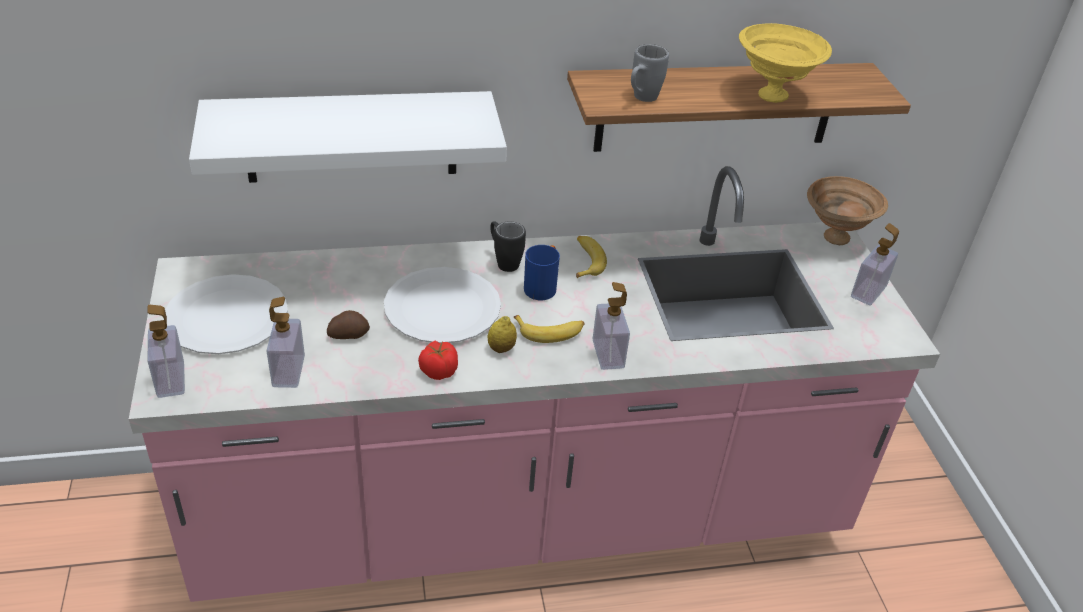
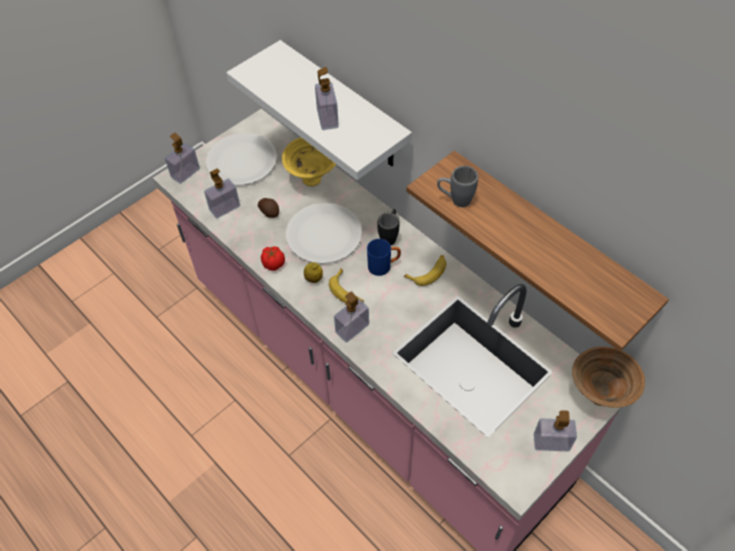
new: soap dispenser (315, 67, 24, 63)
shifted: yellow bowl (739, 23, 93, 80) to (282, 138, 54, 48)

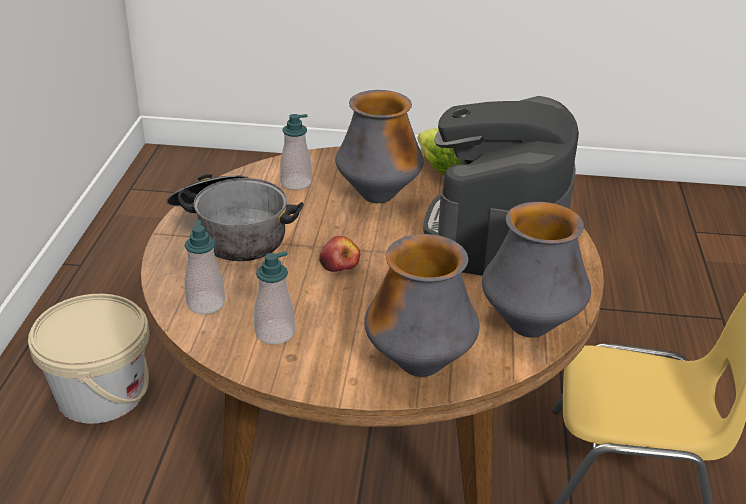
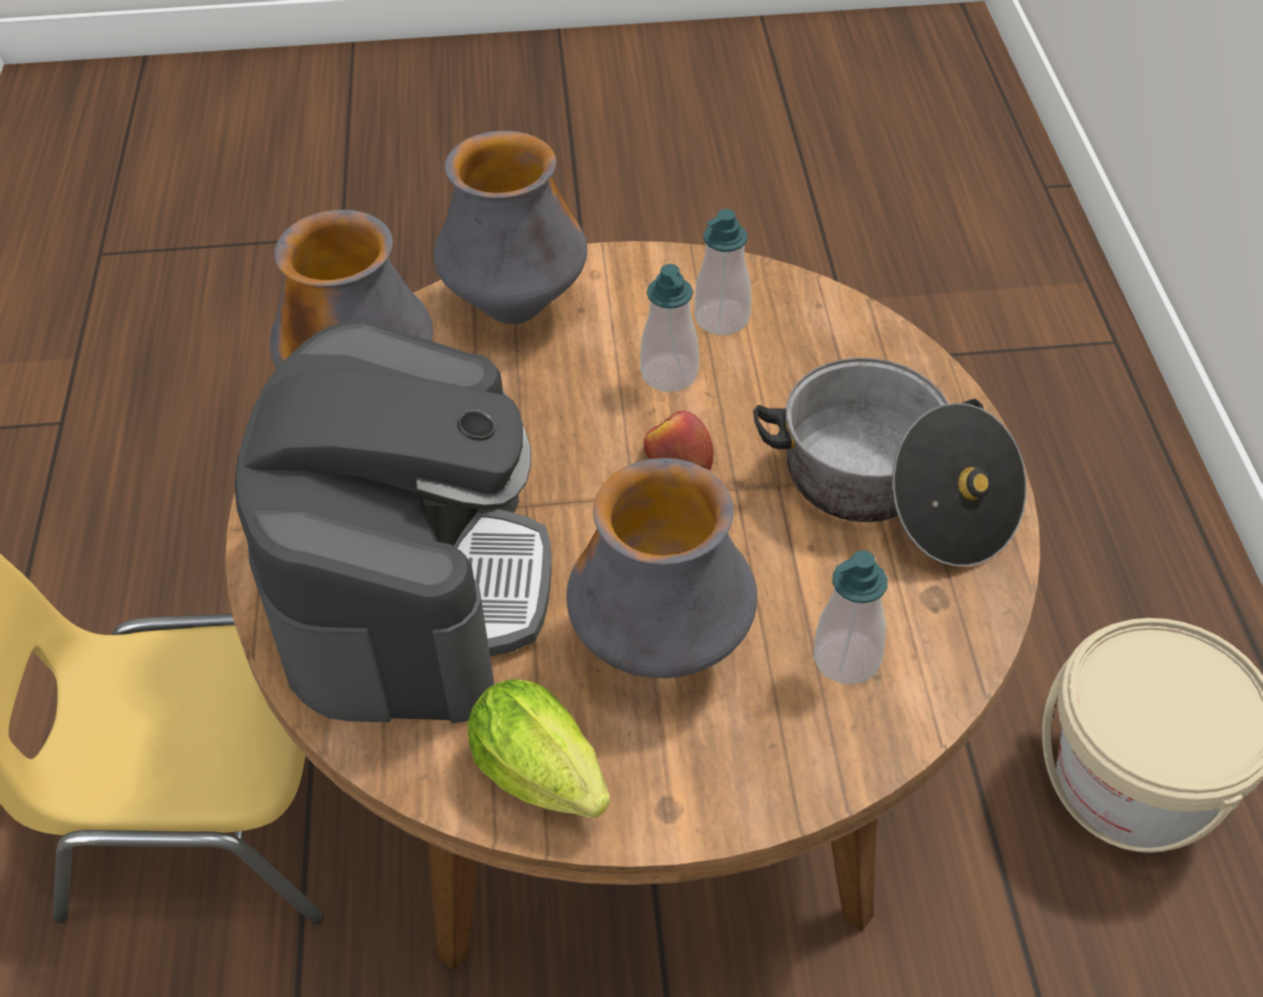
shifted: soap dispenser (184, 220, 41, 94) to (640, 264, 59, 128)

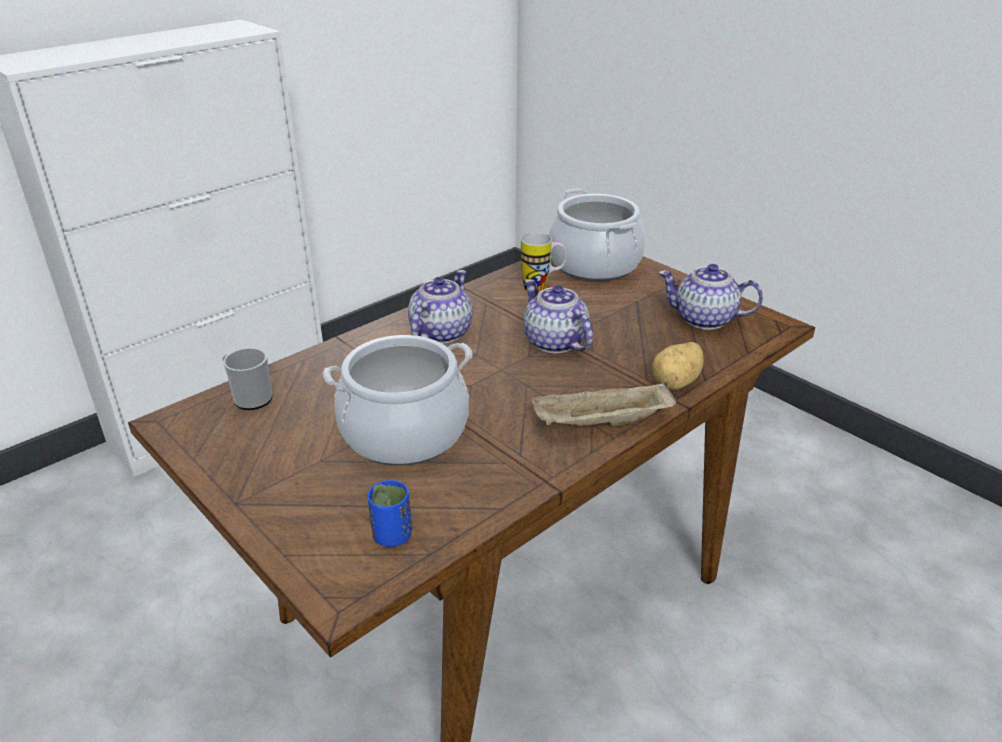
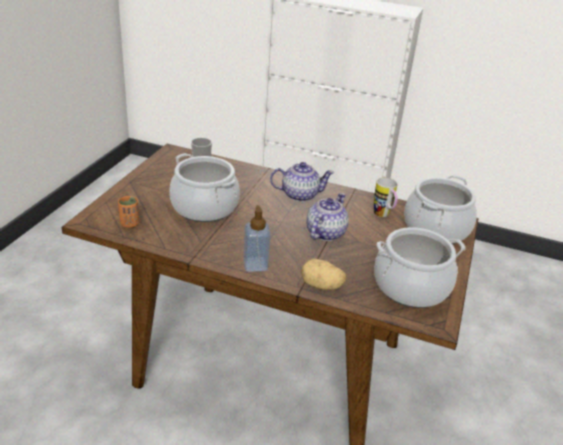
swapped: teapot (658, 264, 105, 66) to cooking pot (374, 227, 91, 81); beige tray (531, 381, 145, 47) to soap dispenser (243, 205, 28, 67)
repainted: blue cup (367, 480, 45, 67) to orange cup (118, 196, 22, 32)

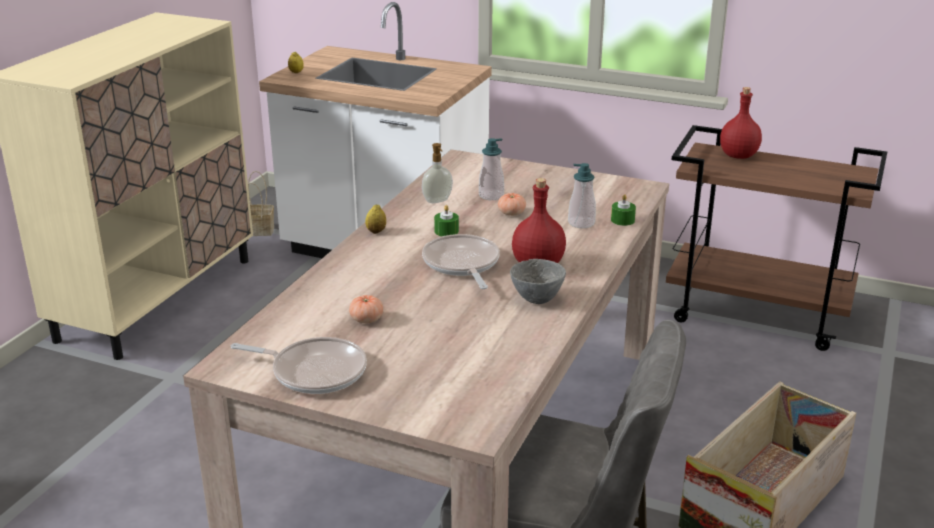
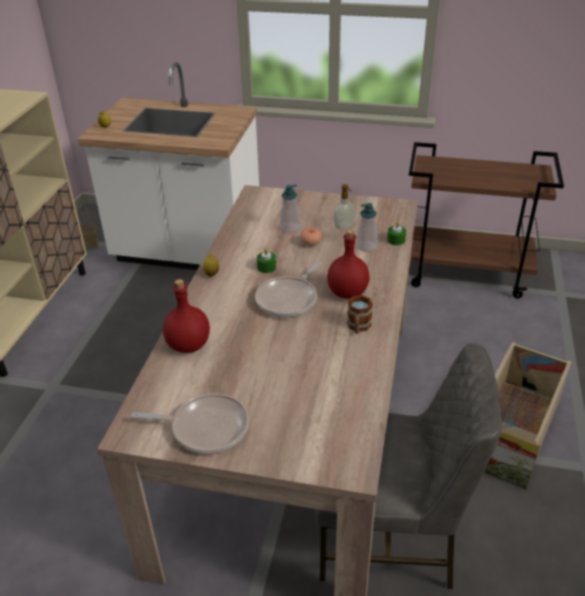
gone: tomato (349, 295, 34, 28)
shifted: red bottle (720, 87, 42, 72) to (163, 279, 47, 74); soap dispenser (422, 143, 31, 60) to (333, 184, 22, 46)
swapped: grey bowl (510, 259, 56, 45) to mug (347, 295, 26, 39)
rotated: frying pan (422, 234, 78, 55) = (255, 262, 67, 55) 120 degrees counterclockwise

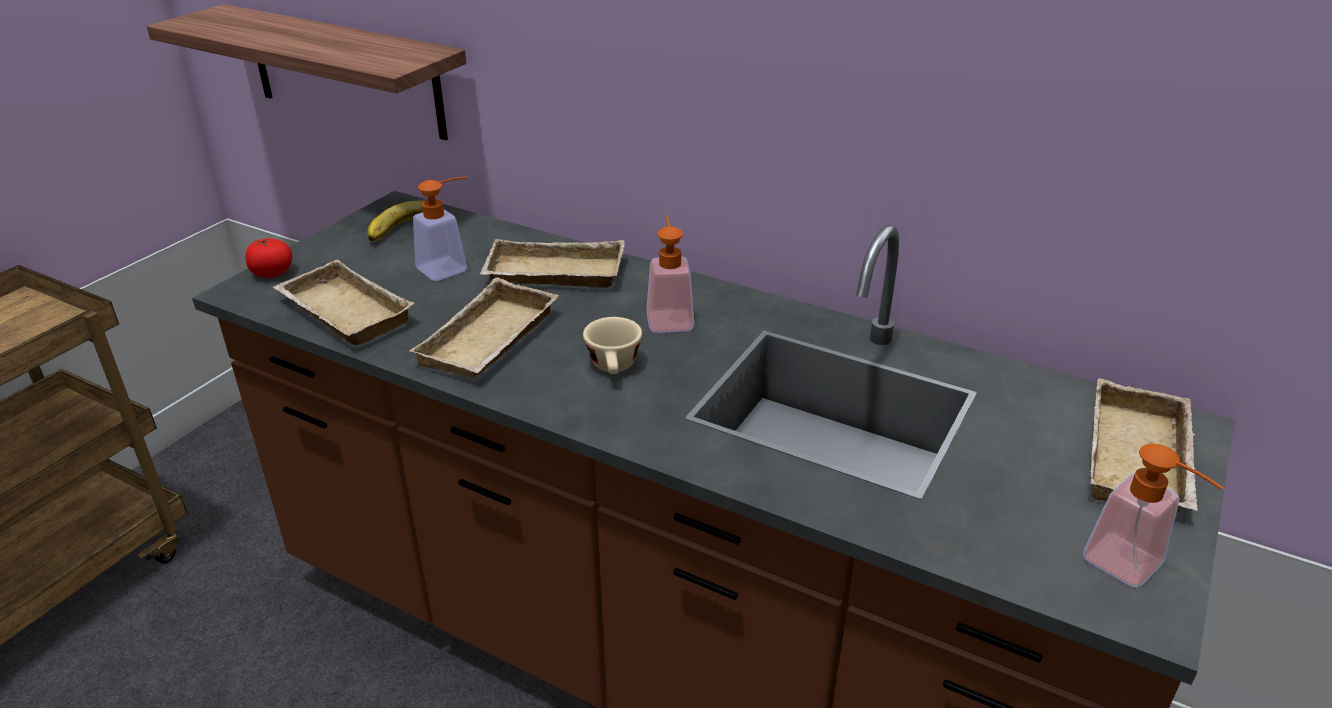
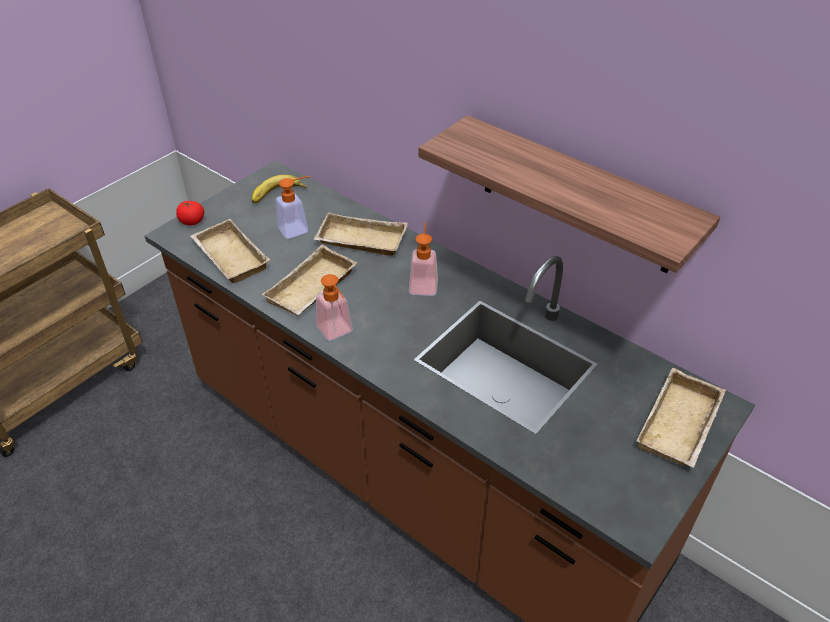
gone: beige cup (583, 317, 59, 57)
shifted: shelf (146, 4, 320, 136) to (419, 115, 301, 158); soap dispenser (1083, 444, 141, 144) to (316, 274, 37, 67)

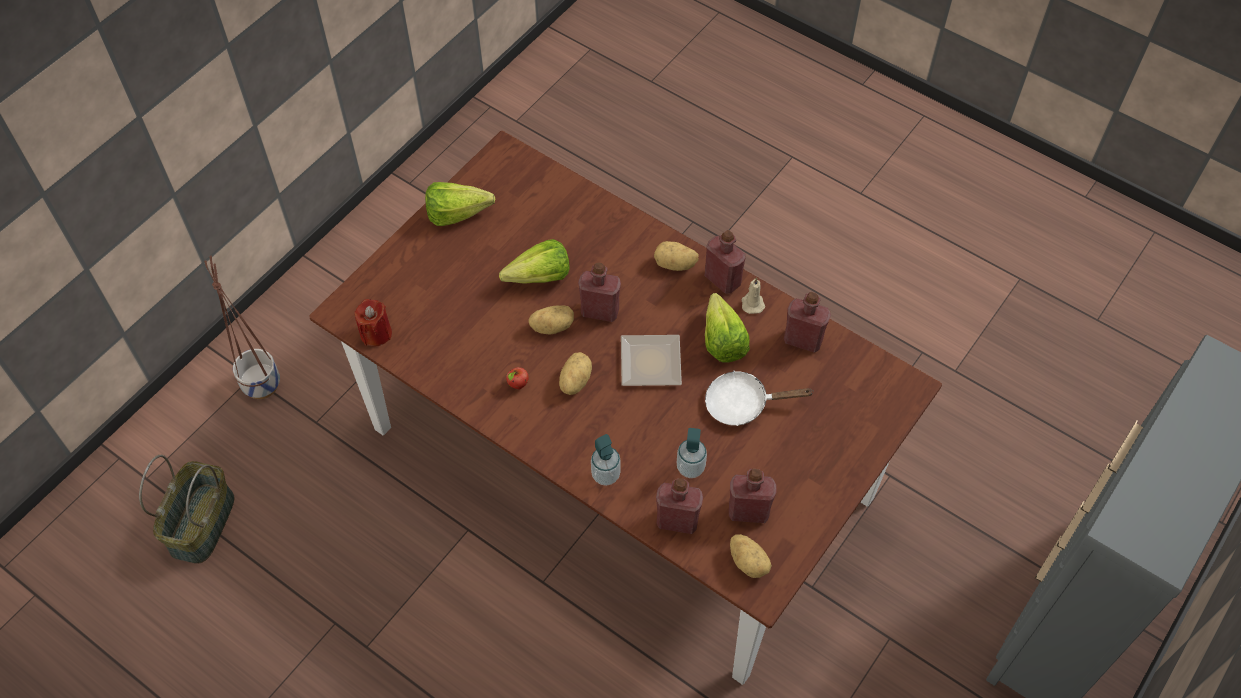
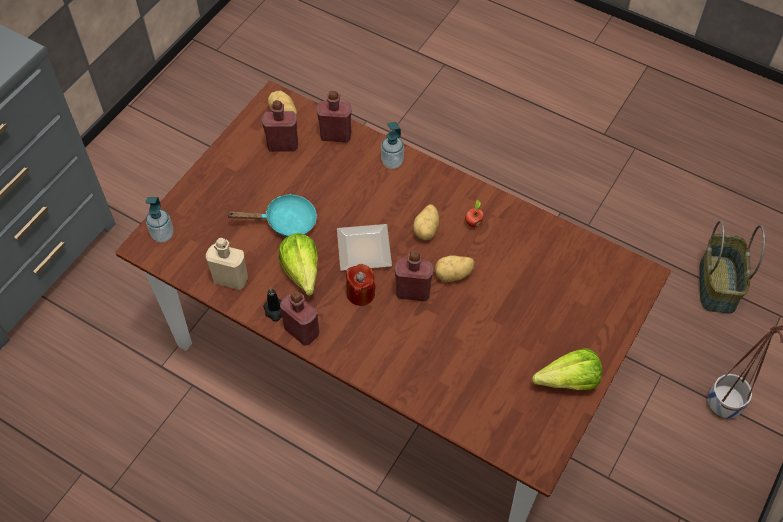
gone: lettuce (499, 239, 70, 45); potato (654, 241, 44, 30)
shifted: red candle (354, 299, 38, 48) to (346, 264, 30, 42); soap dispenser (677, 428, 30, 50) to (146, 197, 27, 45)
repainted: beige candle (741, 277, 24, 37) to black candle (263, 288, 19, 34); red bottle (784, 292, 47, 61) to beige bottle (206, 238, 42, 52); white frying pan (705, 371, 109, 55) to turquoise frying pan (226, 194, 91, 43)

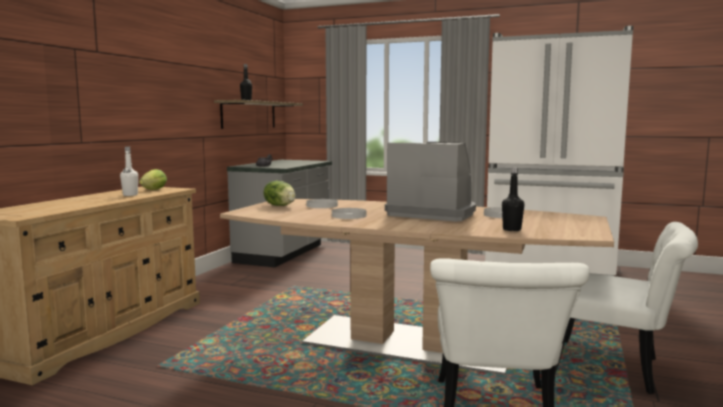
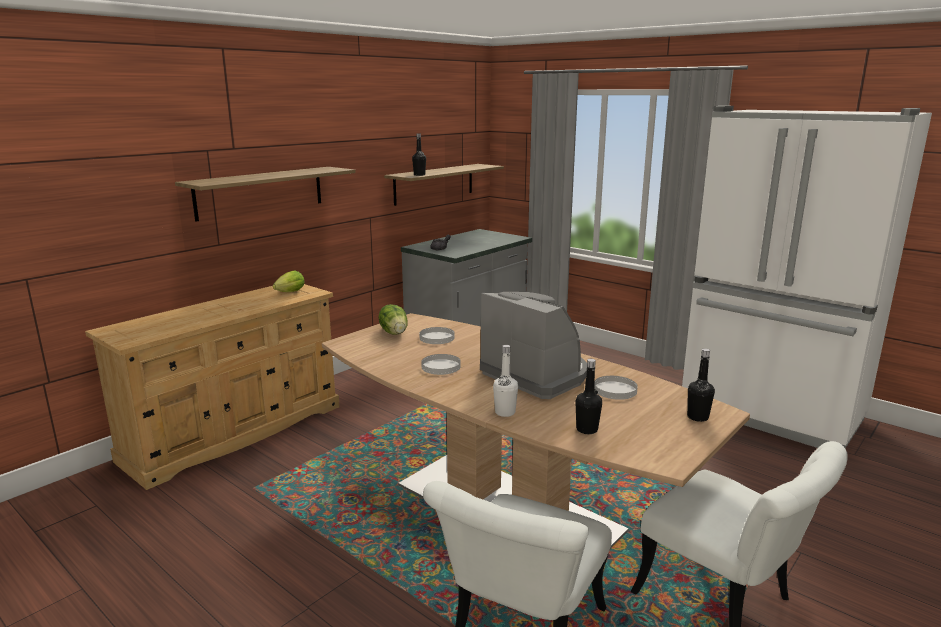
new: shelf (175, 167, 181, 54); black bottle (687, 348, 28, 74)
shifted: white bottle (120, 146, 18, 50) to (493, 345, 25, 72)

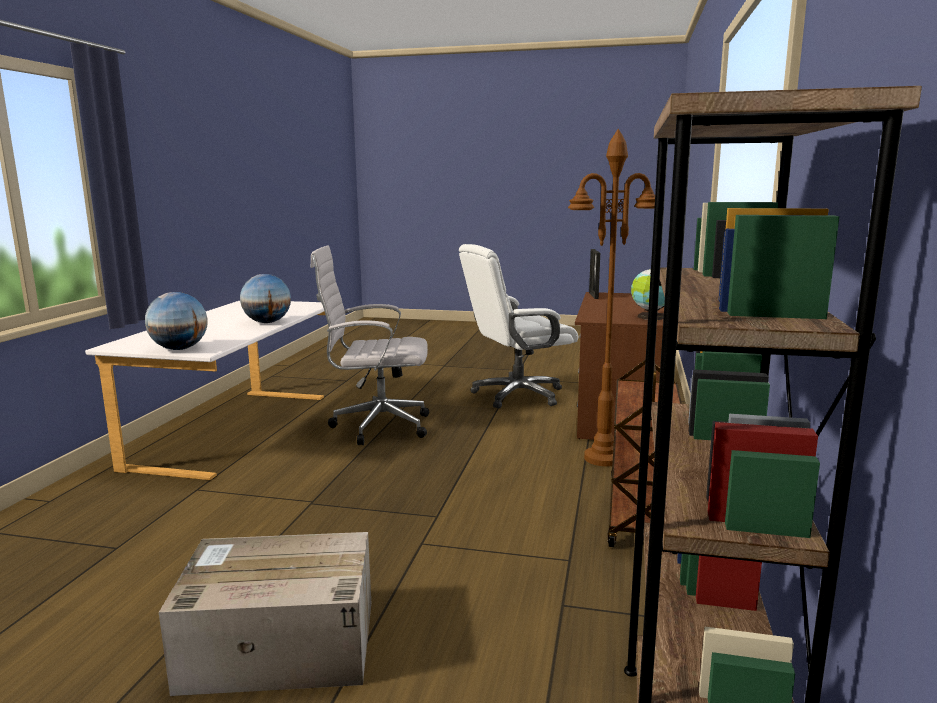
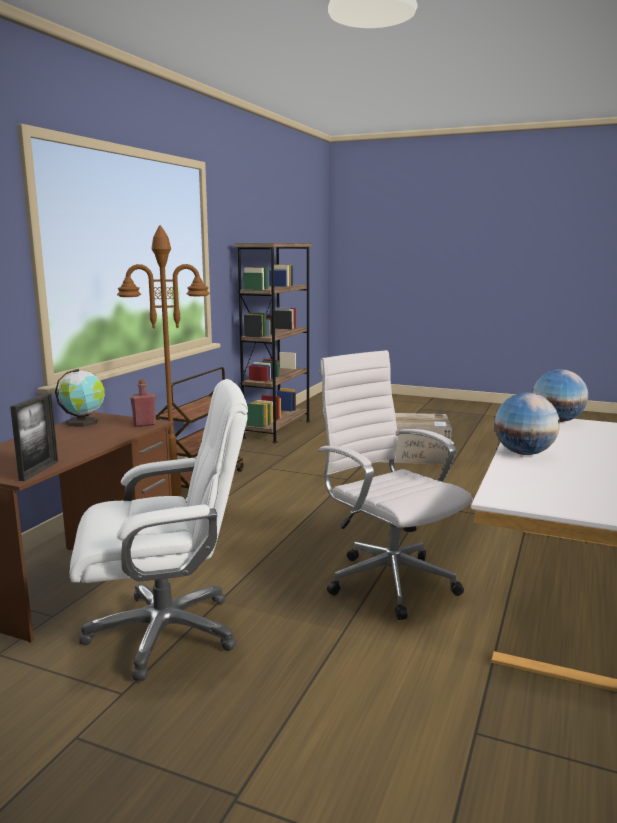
new: red bottle (130, 379, 26, 48)
rotated: white office chair (310, 246, 119, 199) = (318, 350, 155, 270) 135 degrees counterclockwise

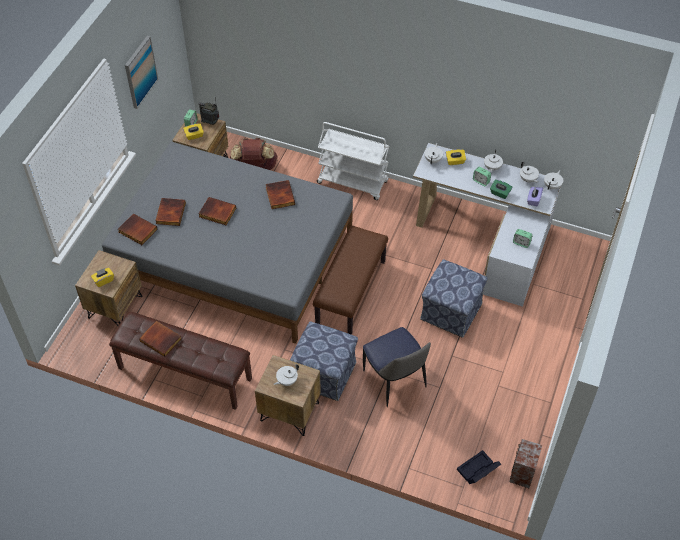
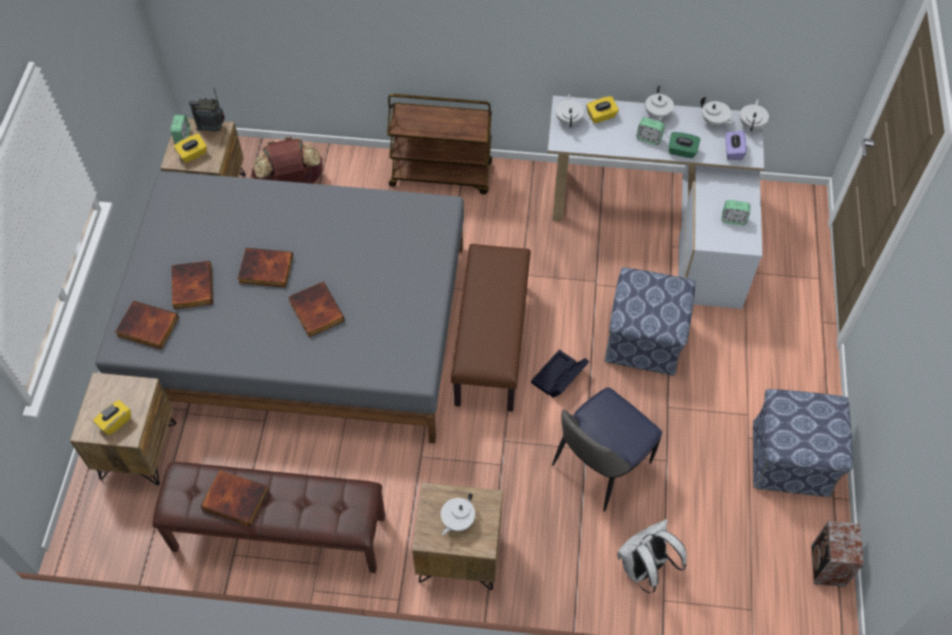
gone: picture (125, 36, 33, 73)
new: white backpack (617, 519, 70, 74)
shifted: book (266, 180, 29, 29) to (288, 281, 57, 56); ottoman (290, 322, 68, 79) to (753, 389, 100, 108); black storage box (457, 450, 44, 34) to (531, 349, 58, 49)
repainted: white cart (317, 122, 72, 78) to brown cart (387, 94, 105, 101)
rotated: chair (363, 327, 68, 80) = (552, 387, 110, 125) 90 degrees clockwise

